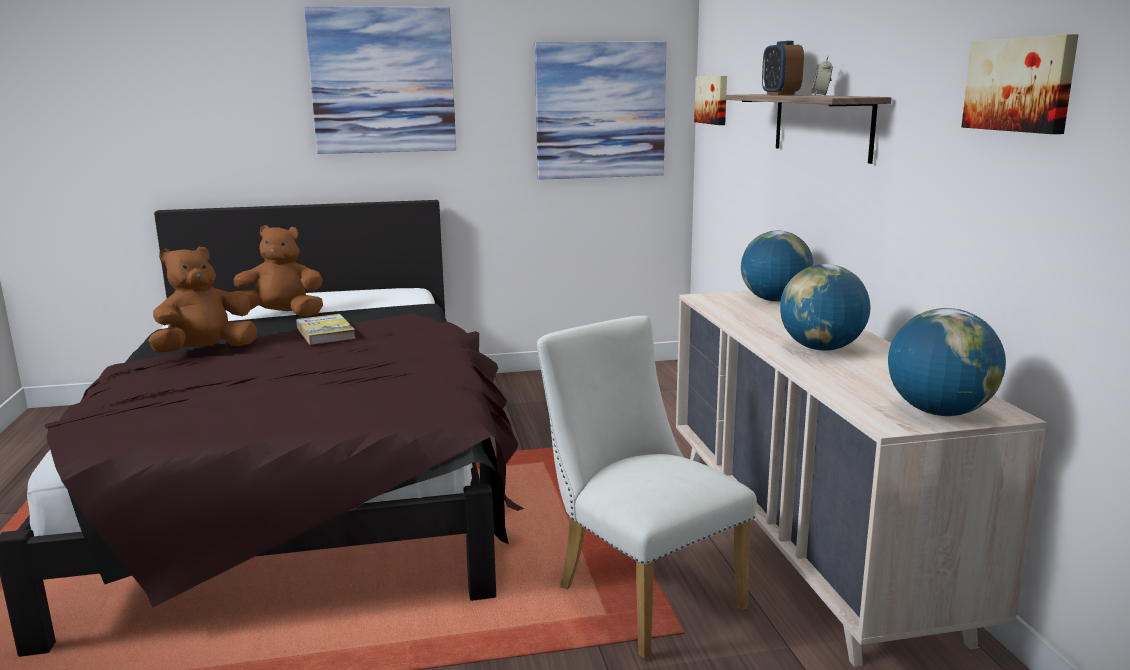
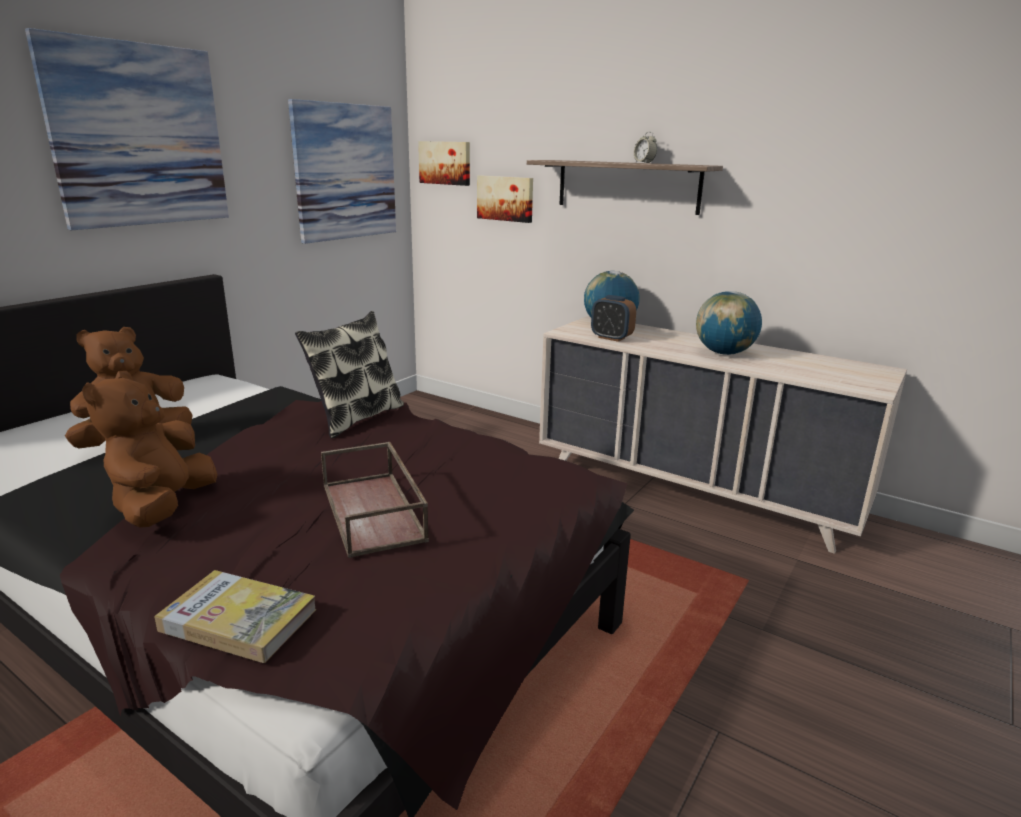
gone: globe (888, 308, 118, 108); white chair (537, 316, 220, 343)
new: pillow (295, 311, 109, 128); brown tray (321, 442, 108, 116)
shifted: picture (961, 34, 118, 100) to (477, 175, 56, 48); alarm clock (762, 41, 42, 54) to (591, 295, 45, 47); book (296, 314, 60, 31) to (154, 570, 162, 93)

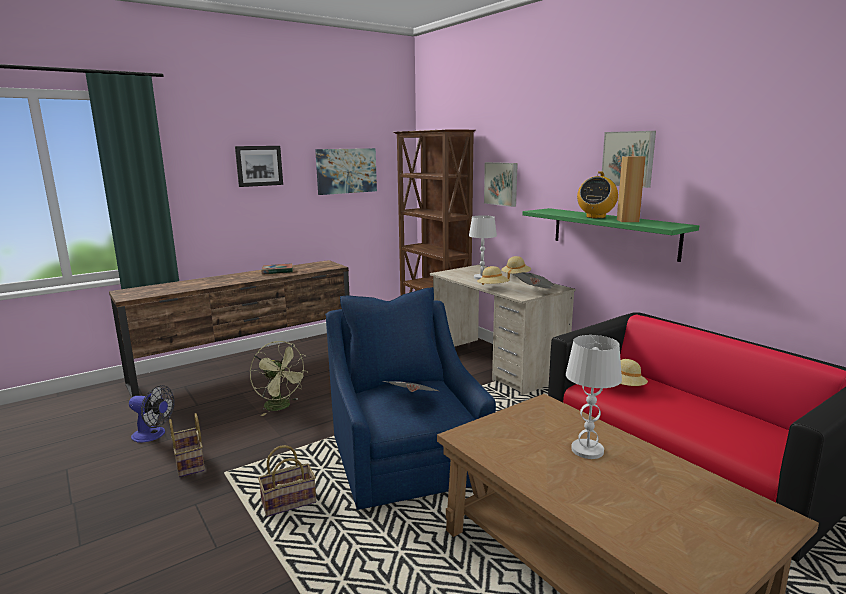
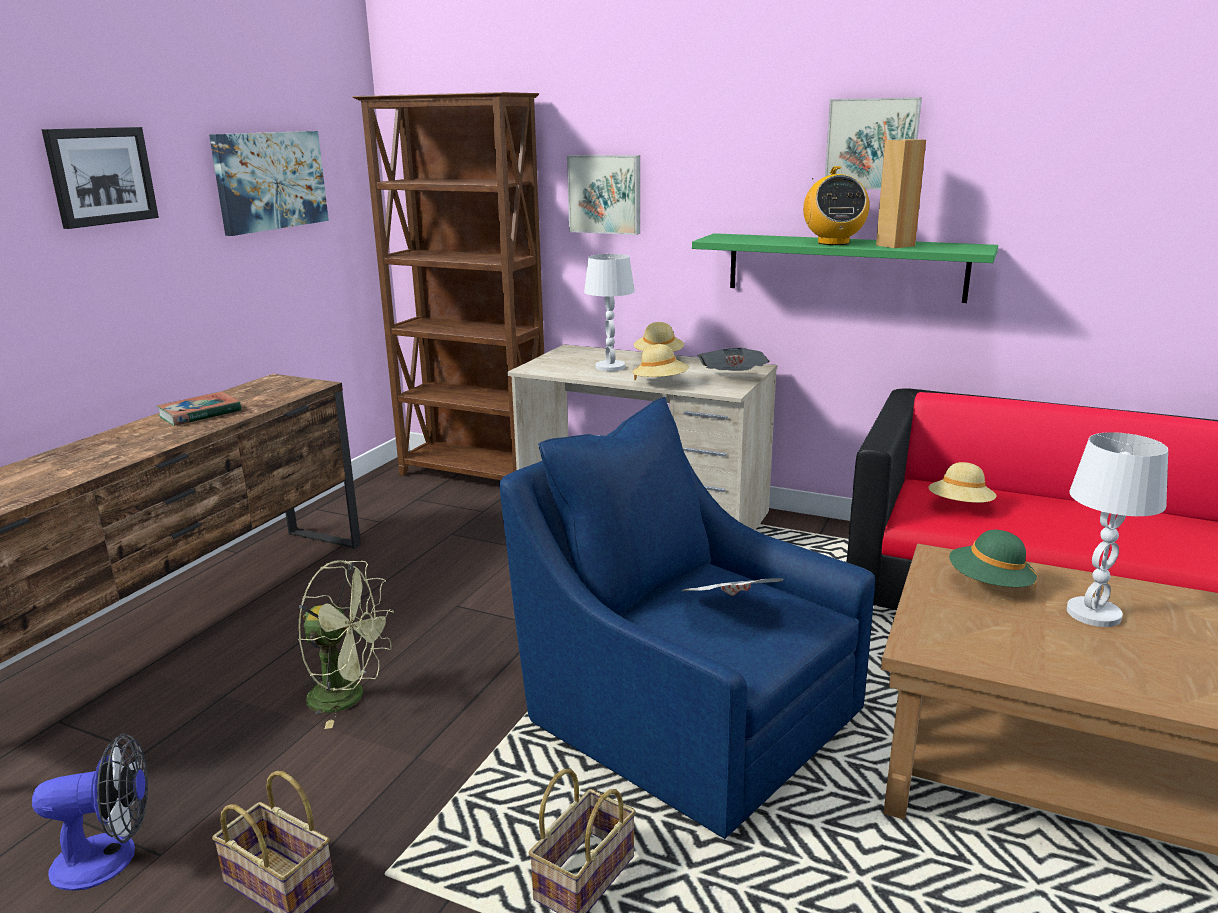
new: green hat (949, 530, 88, 60)

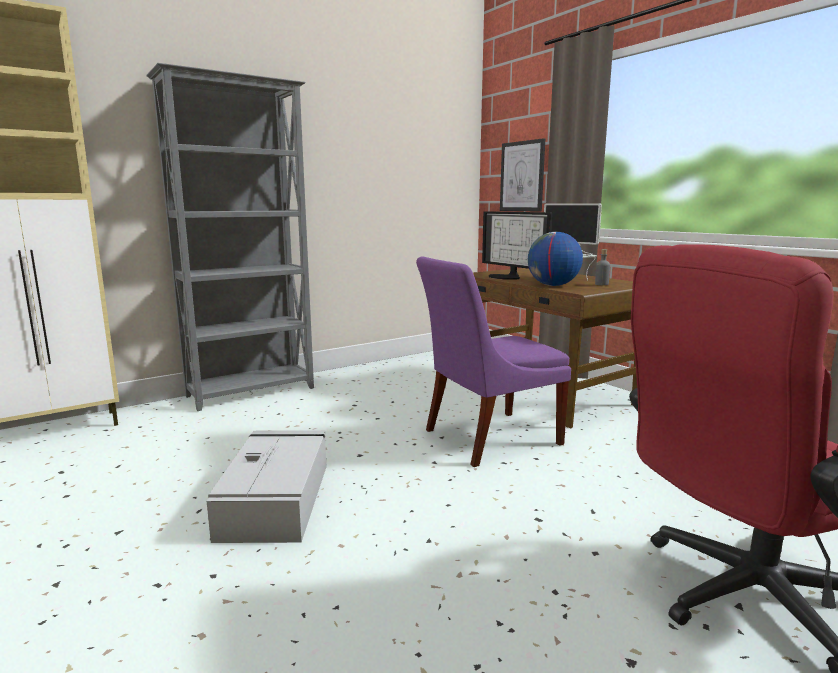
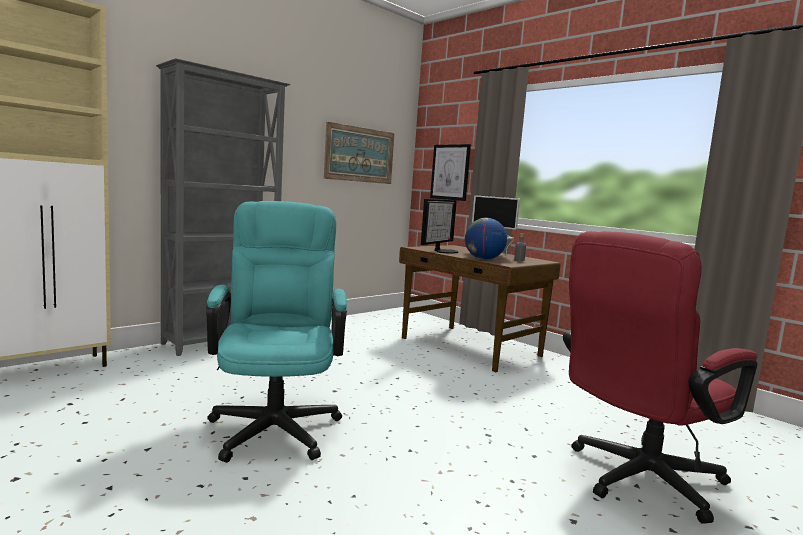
gone: purple chair (416, 256, 155, 211)
new: picture (324, 122, 70, 62)
swapped: grey storage box (207, 430, 119, 113) to turquoise office chair (206, 201, 141, 262)
rotated: monitor (482, 211, 70, 69) = (421, 199, 37, 55) 105 degrees counterclockwise

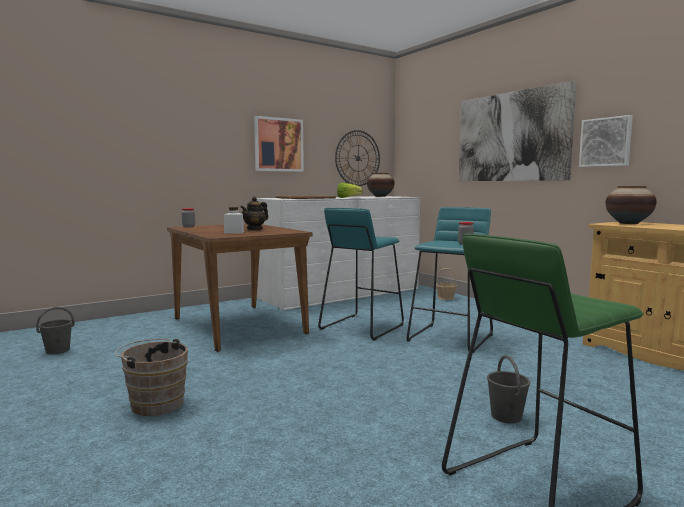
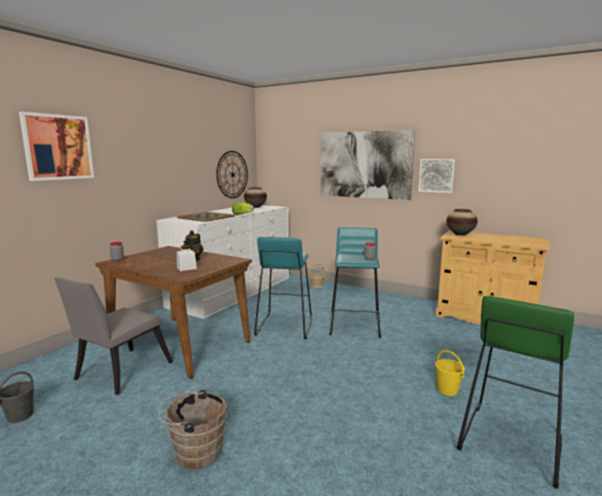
new: grey chair (54, 277, 119, 118)
shifted: picture (254, 116, 50, 56) to (19, 112, 75, 69)
repainted: grey bucket (487, 355, 43, 69) to yellow bucket (435, 350, 30, 46)

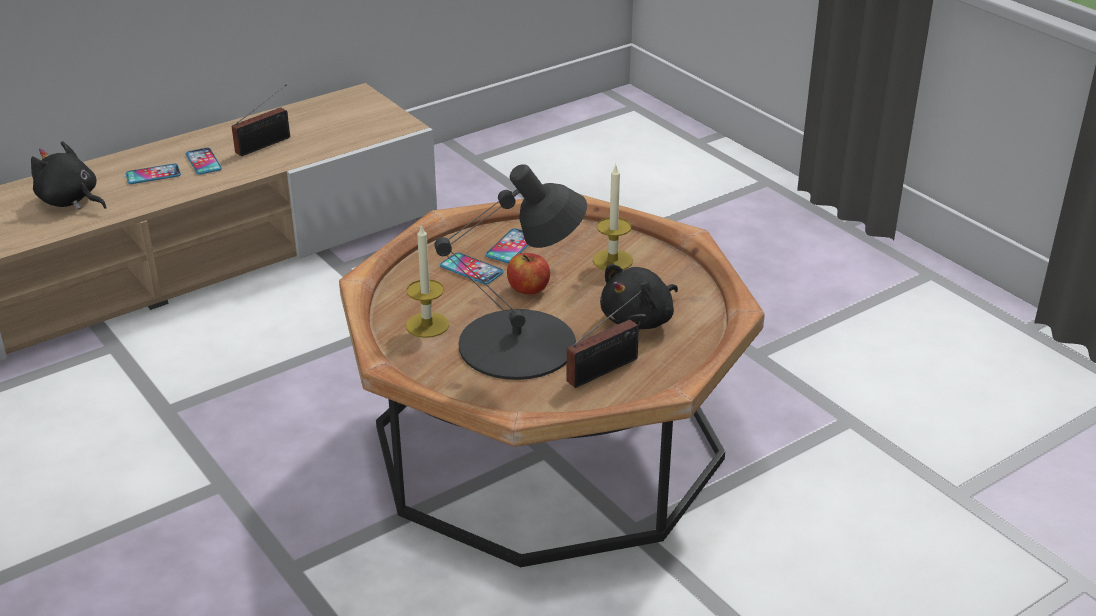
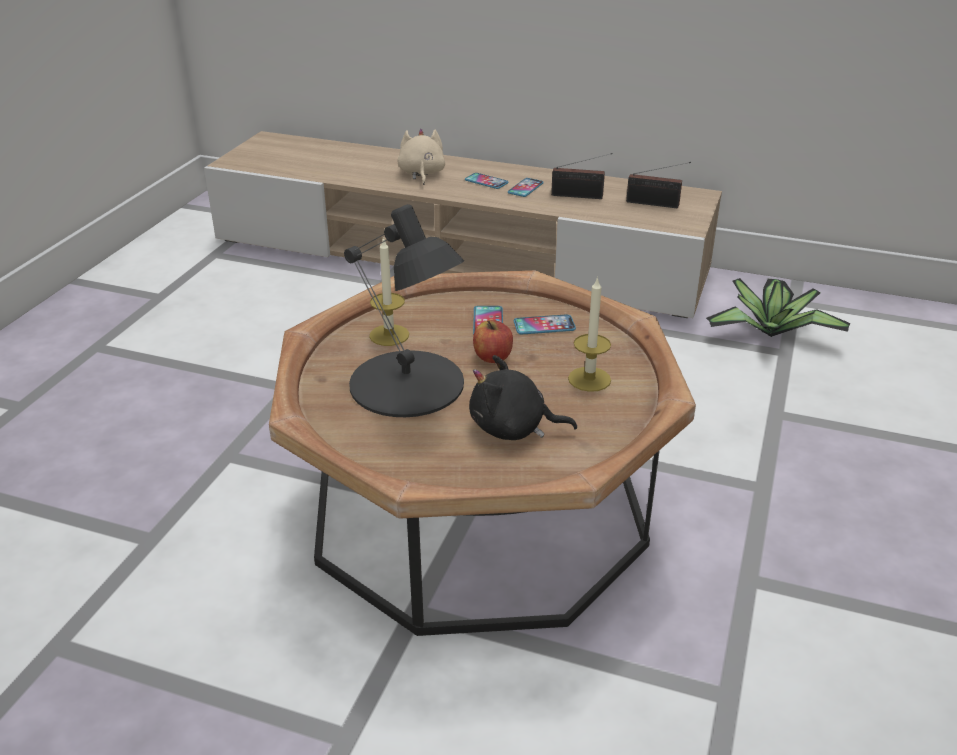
new: potted plant (706, 278, 145, 59)
shifted: radio (566, 291, 76, 97) to (626, 162, 65, 46)
repainted: black plush toy (31, 141, 76, 69) to beige plush toy (398, 129, 47, 56)

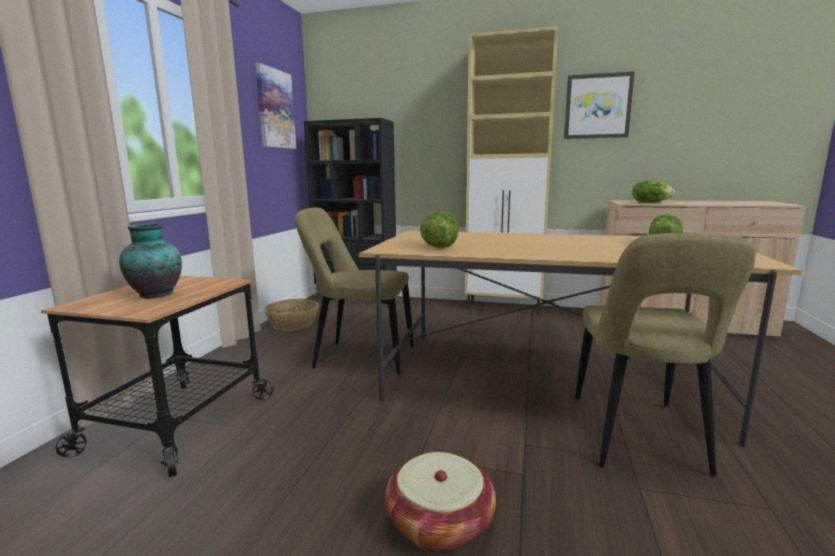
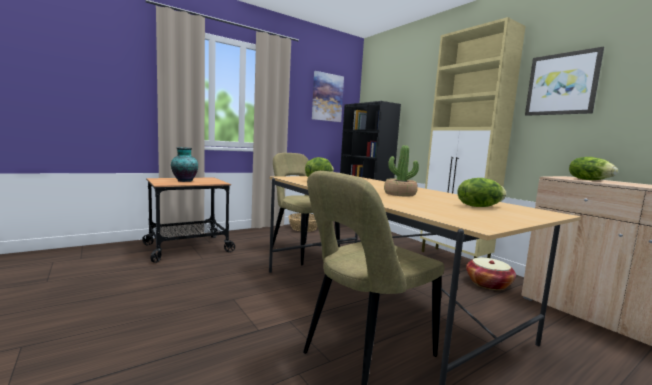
new: potted plant (384, 145, 35, 52)
shifted: basket (385, 452, 111, 101) to (466, 258, 50, 32)

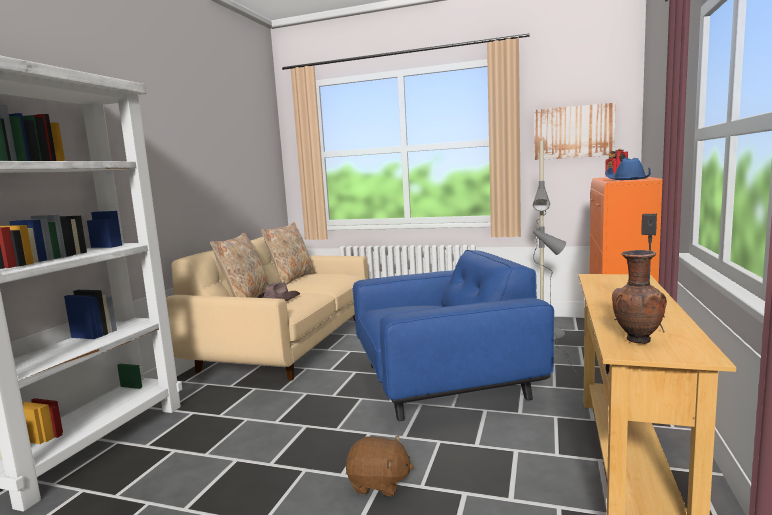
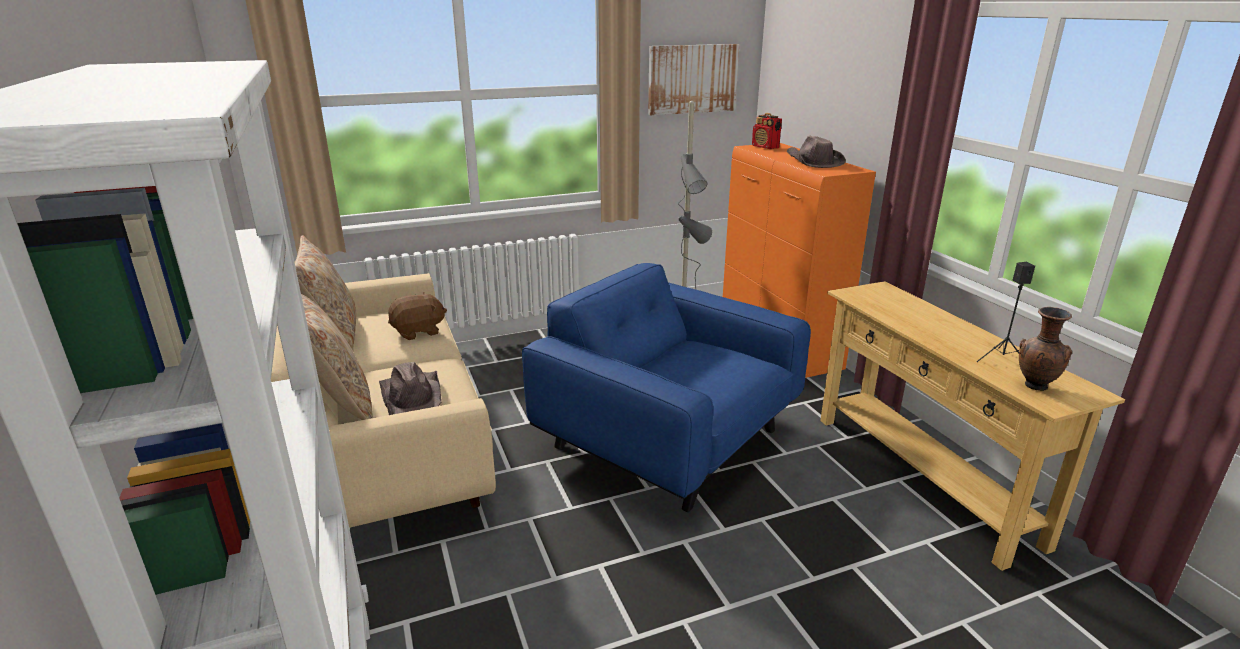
shifted: brown plush toy (346, 435, 68, 61) to (388, 292, 59, 48)
repainted: blue hat (606, 157, 45, 23) to brown hat (787, 136, 59, 32)
rotated: blue armchair (353, 250, 201, 171) = (522, 263, 289, 249) 90 degrees counterclockwise

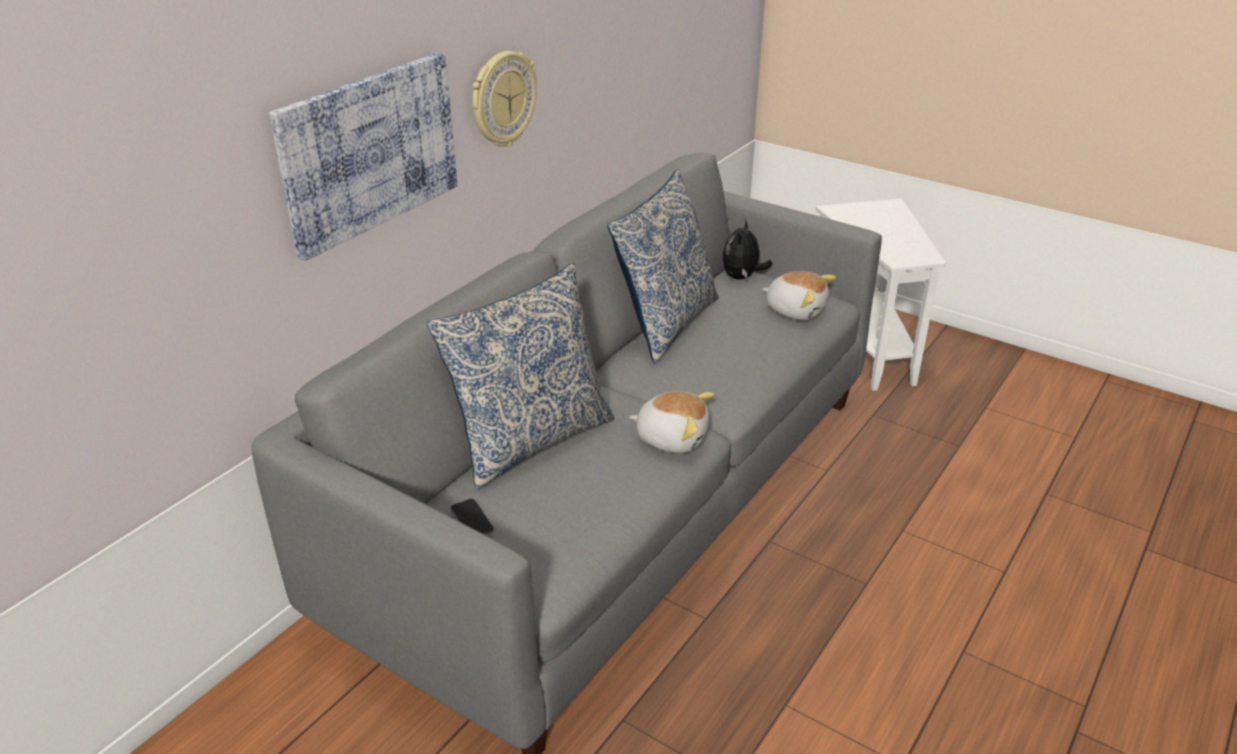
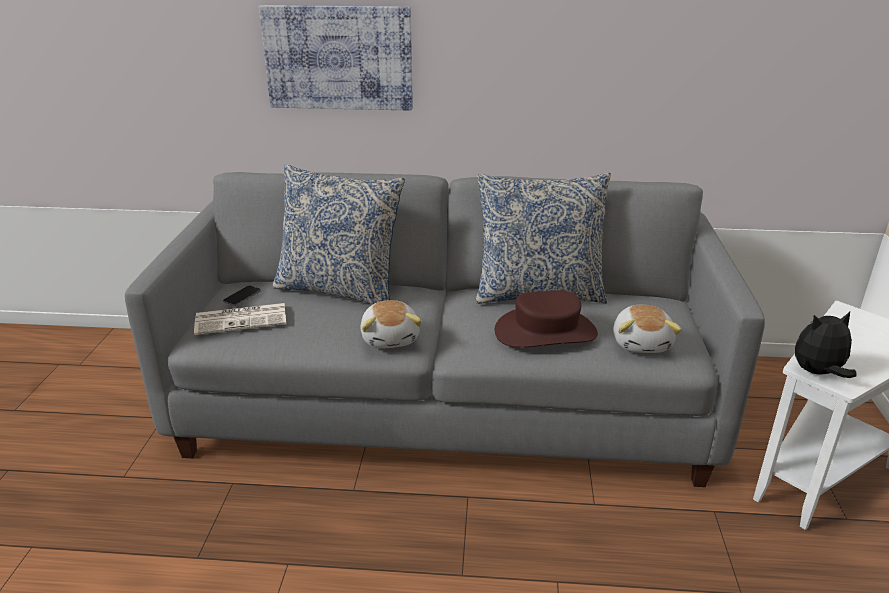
gone: wall clock (472, 51, 65, 96)
new: brown hat (495, 290, 103, 58); newspaper (194, 303, 92, 32)
shifted: plush toy (722, 219, 50, 60) to (795, 312, 61, 66)

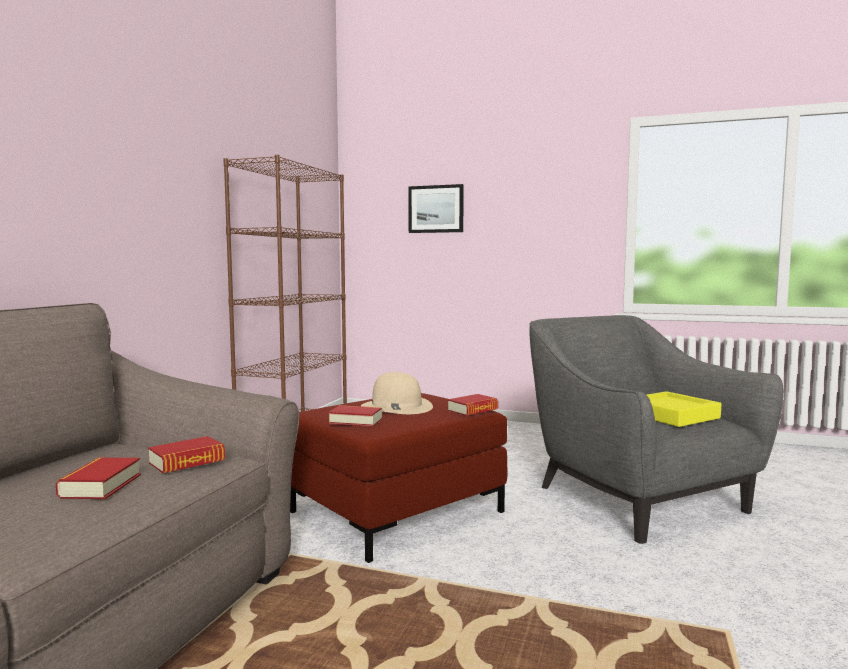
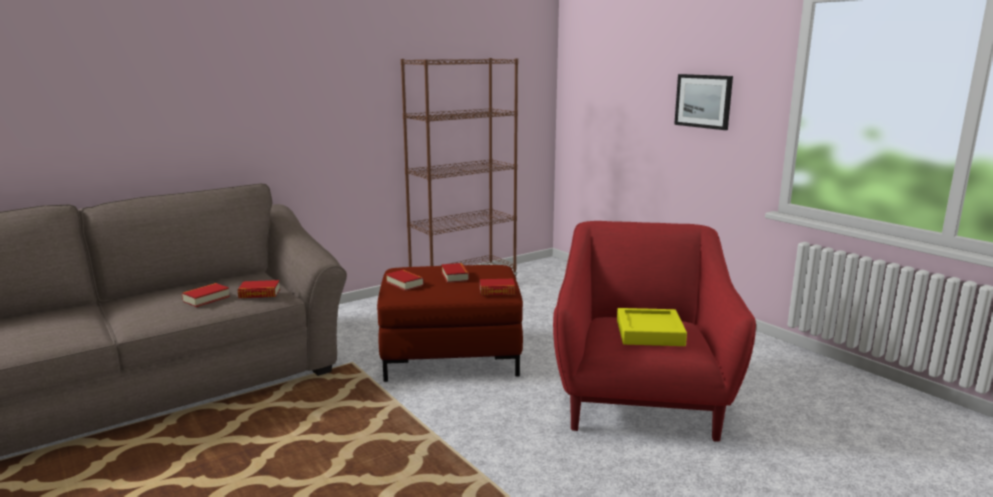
shifted: picture (409, 184, 55, 49) to (674, 74, 59, 56)
swapped: beige hat (361, 372, 72, 42) to book (441, 263, 28, 20)
repainted: grey armchair (529, 315, 255, 229) to red armchair (553, 221, 203, 221)

